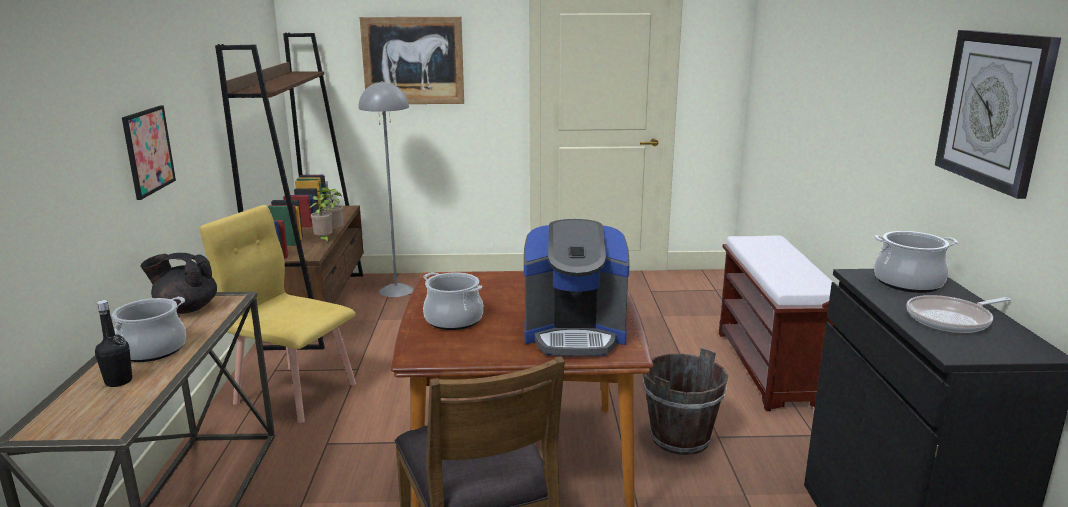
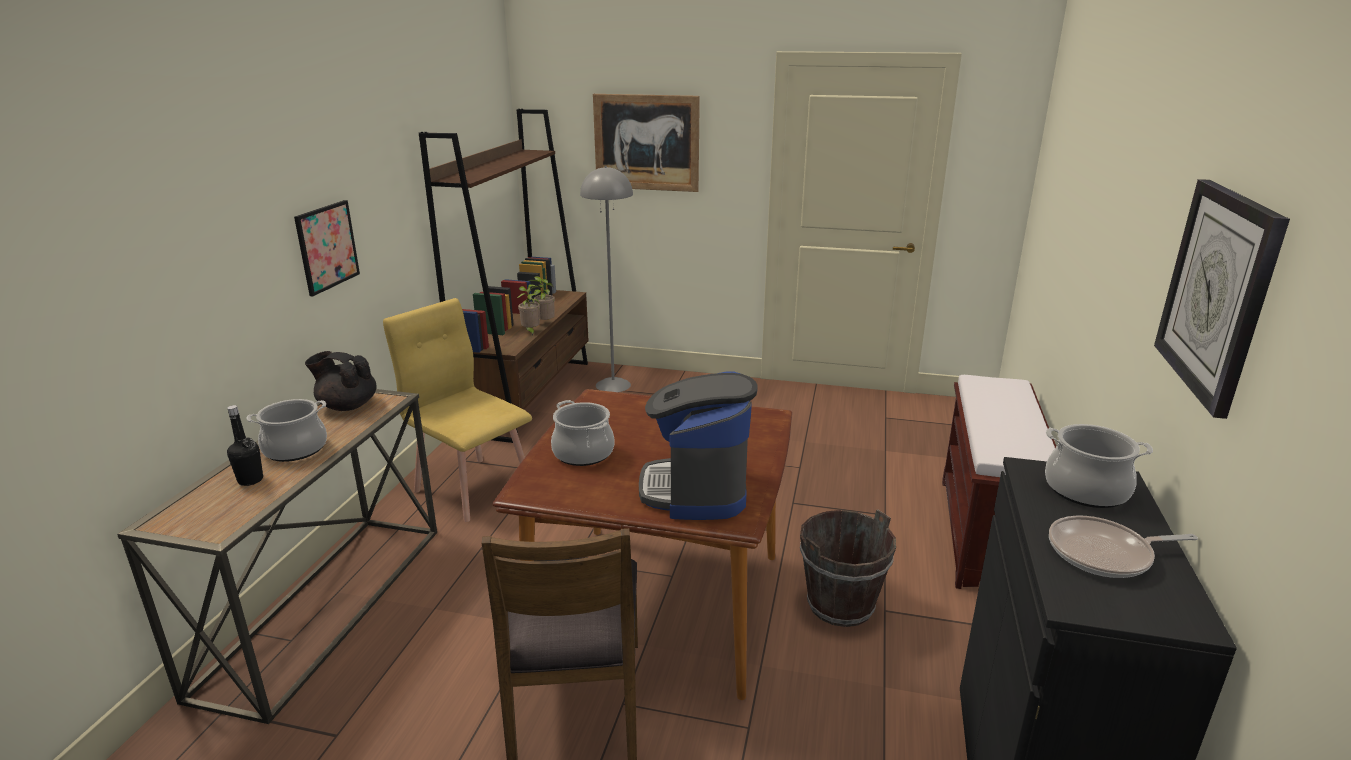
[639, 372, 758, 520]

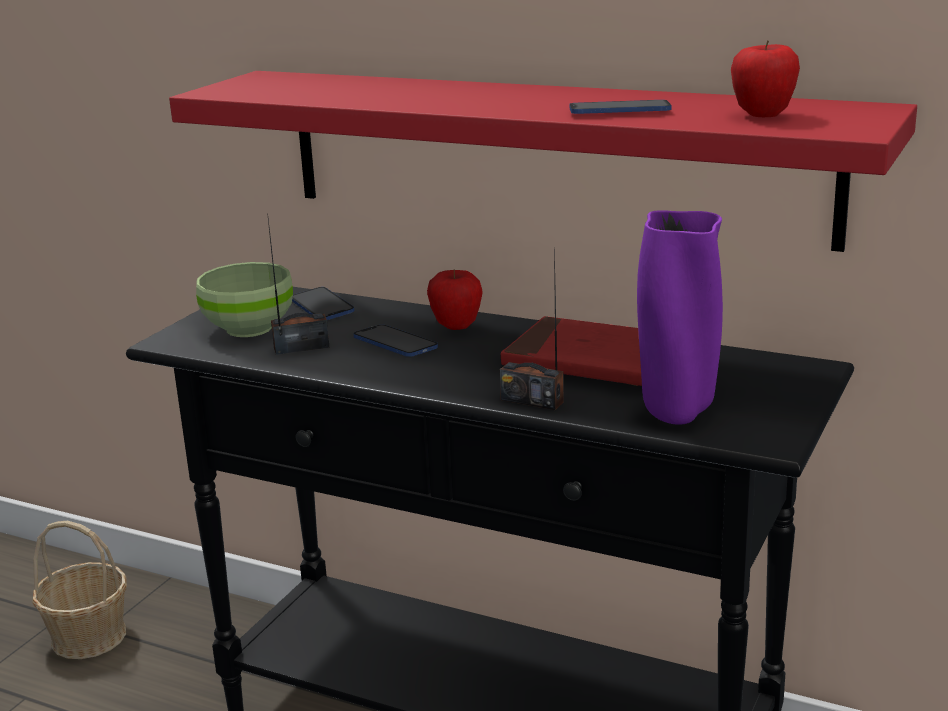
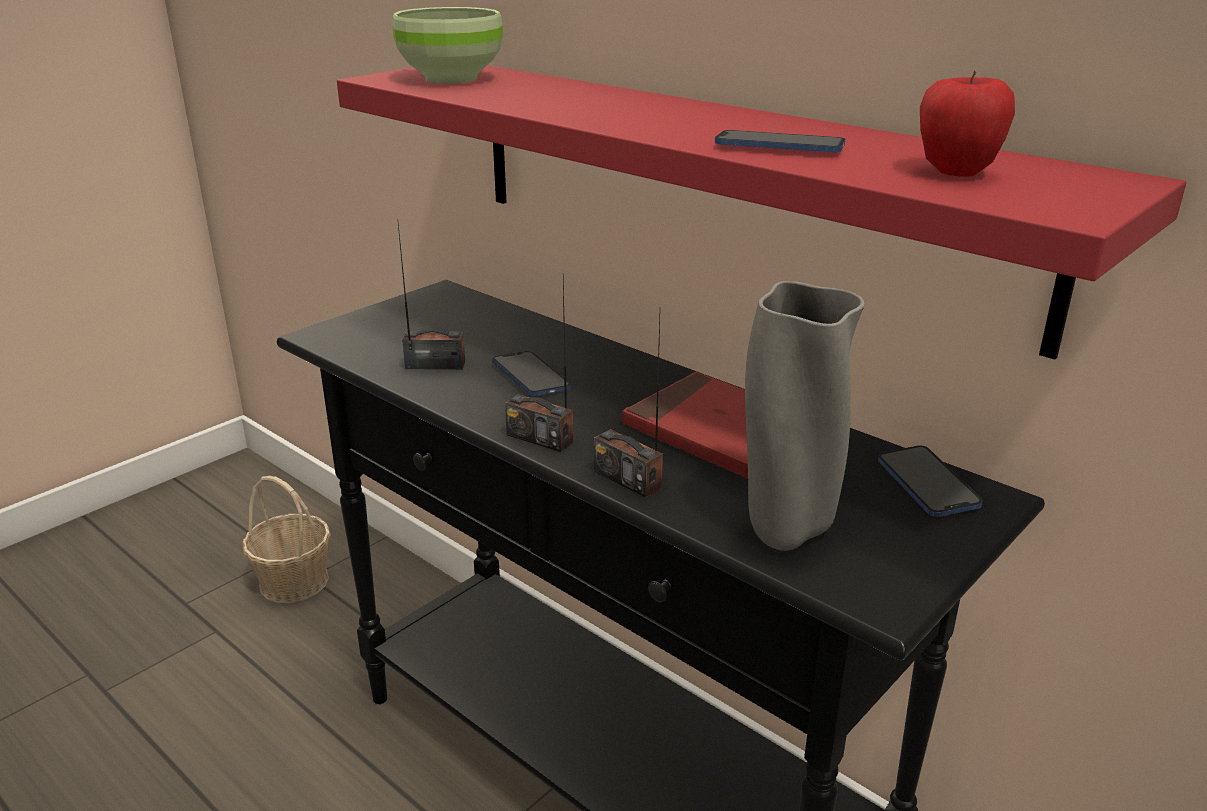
[392, 7, 503, 83]
[505, 280, 573, 452]
[745, 281, 865, 551]
[878, 445, 982, 517]
[427, 270, 483, 330] (first image)

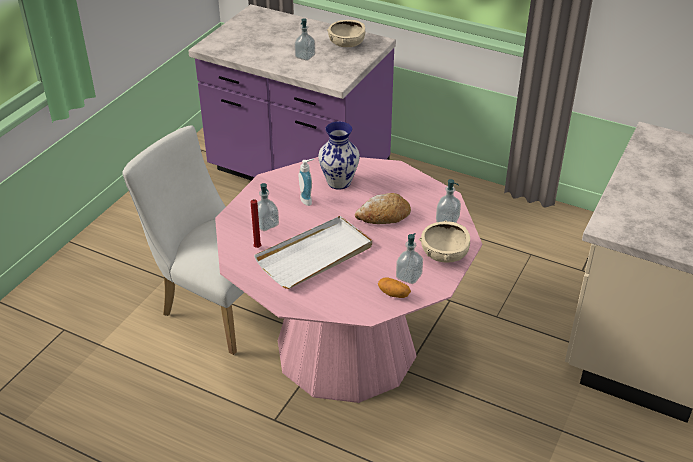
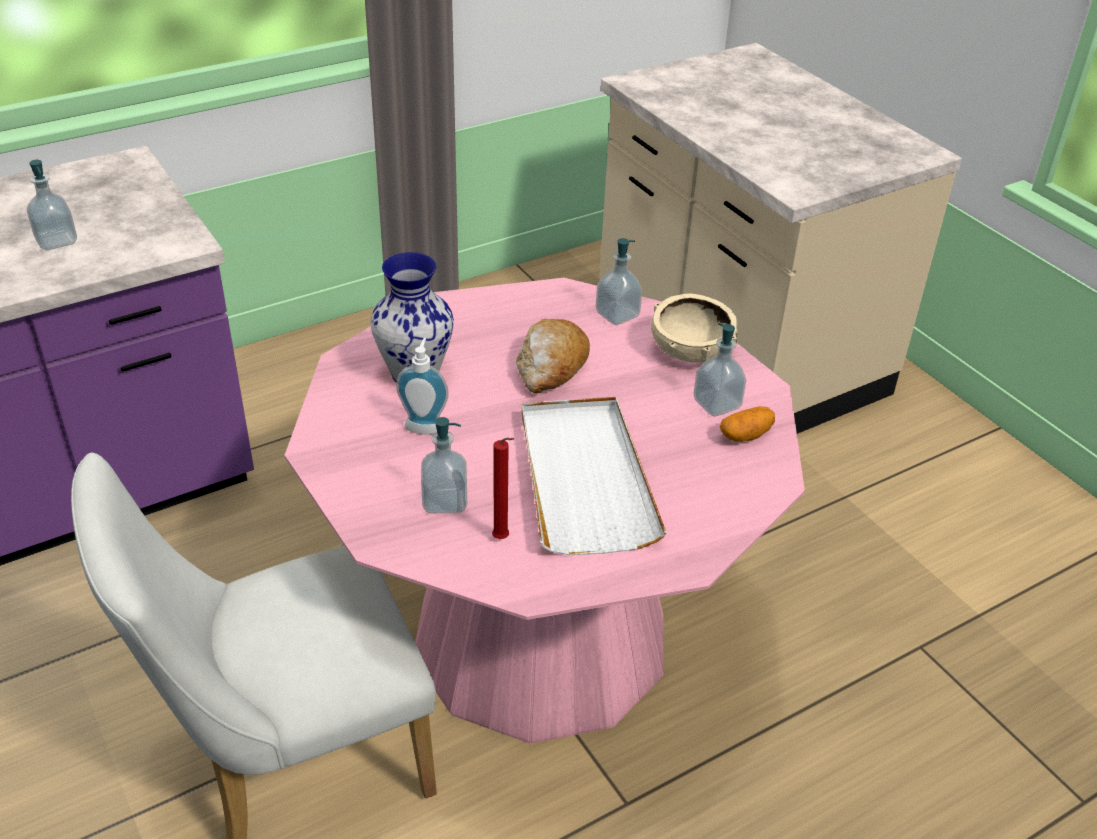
[327, 20, 366, 47] (first image)

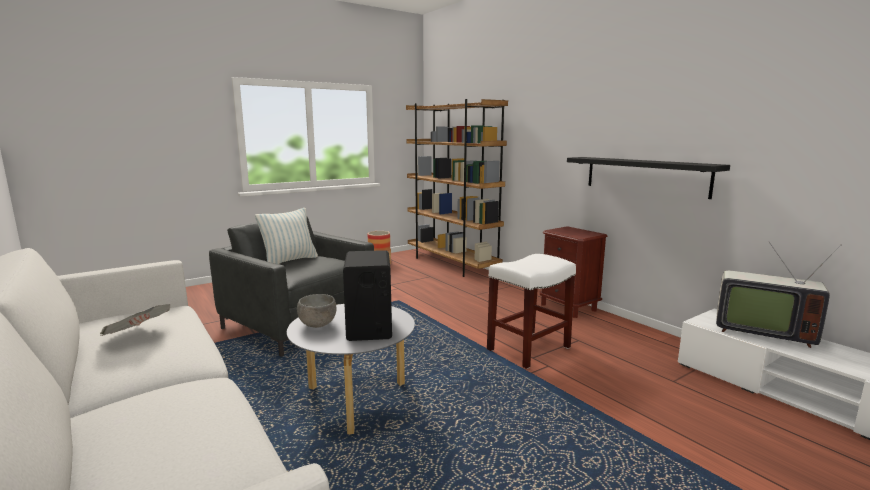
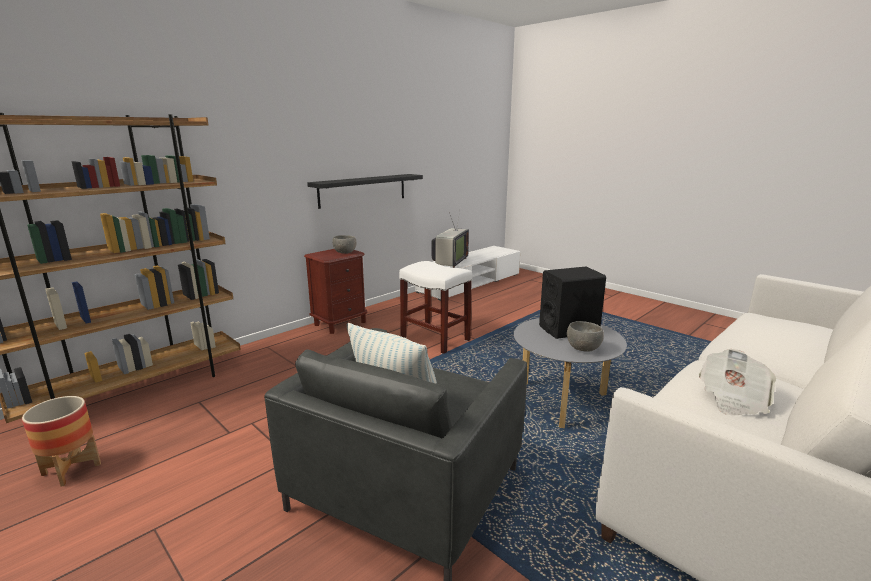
[332, 235, 356, 254]

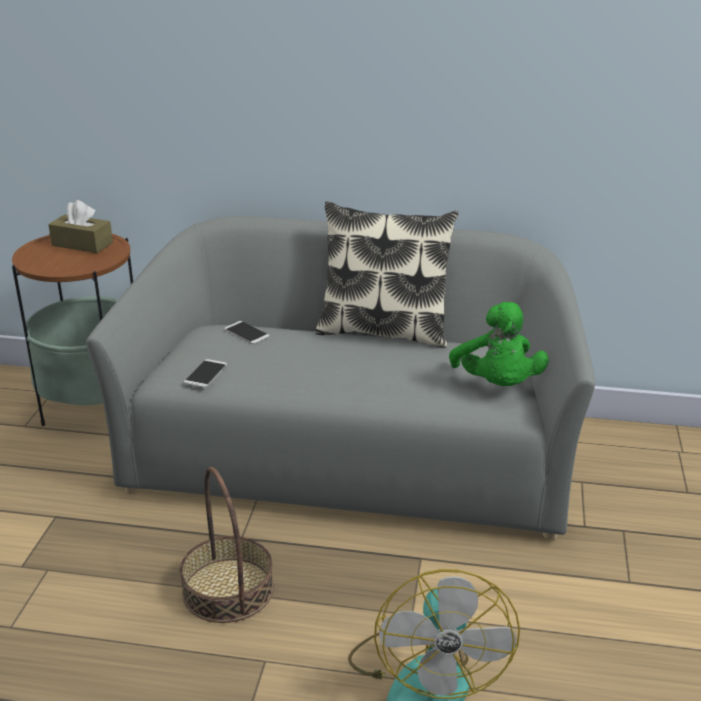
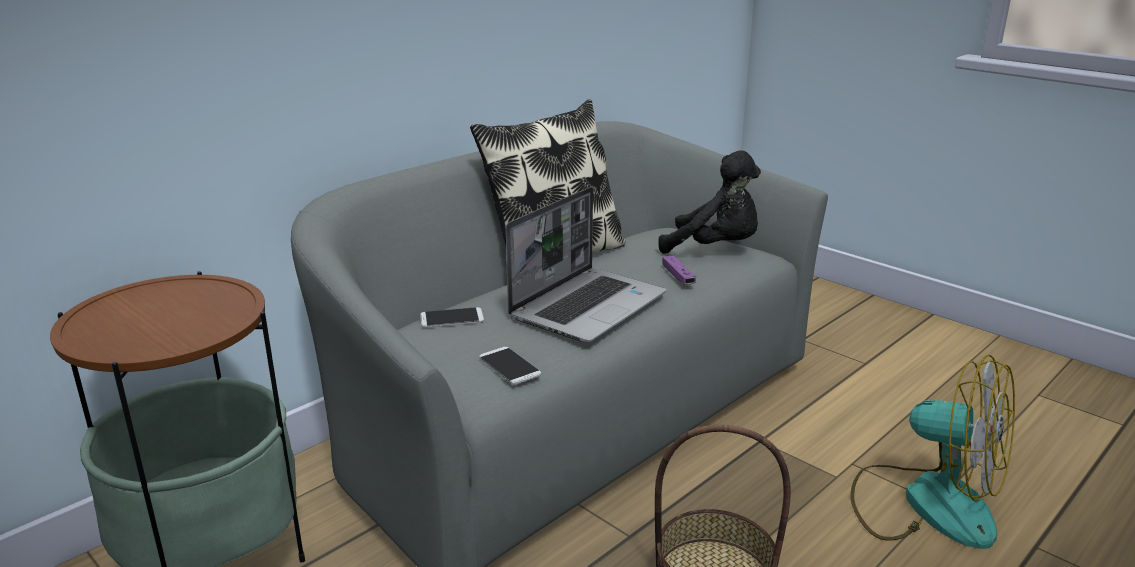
[506, 187, 666, 342]
[658, 150, 761, 254]
[662, 256, 696, 285]
[48, 200, 113, 253] (first image)

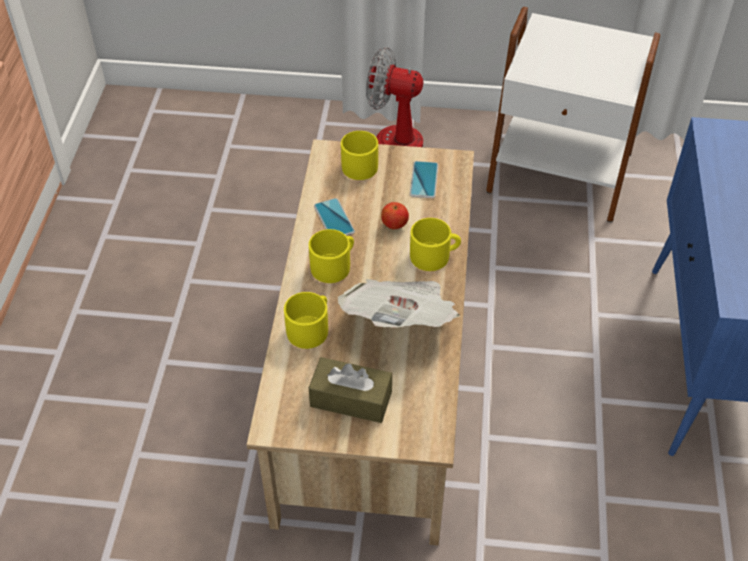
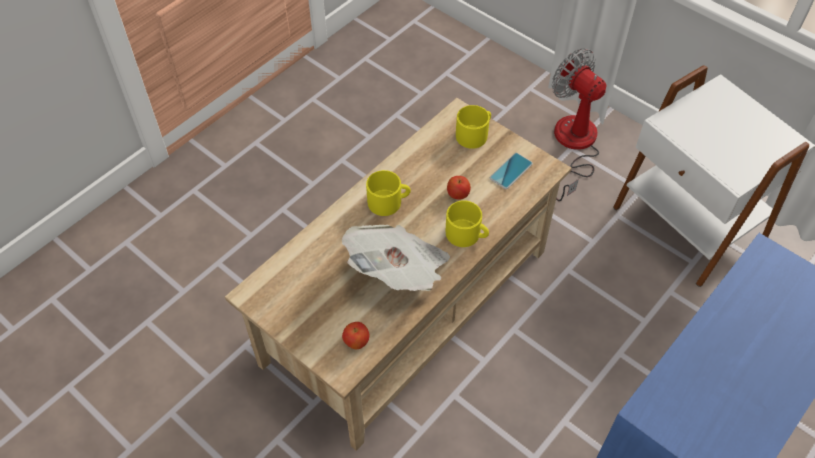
[342, 322, 369, 349]
[284, 292, 328, 349] (first image)
[309, 357, 392, 423] (first image)
[314, 198, 355, 236] (first image)

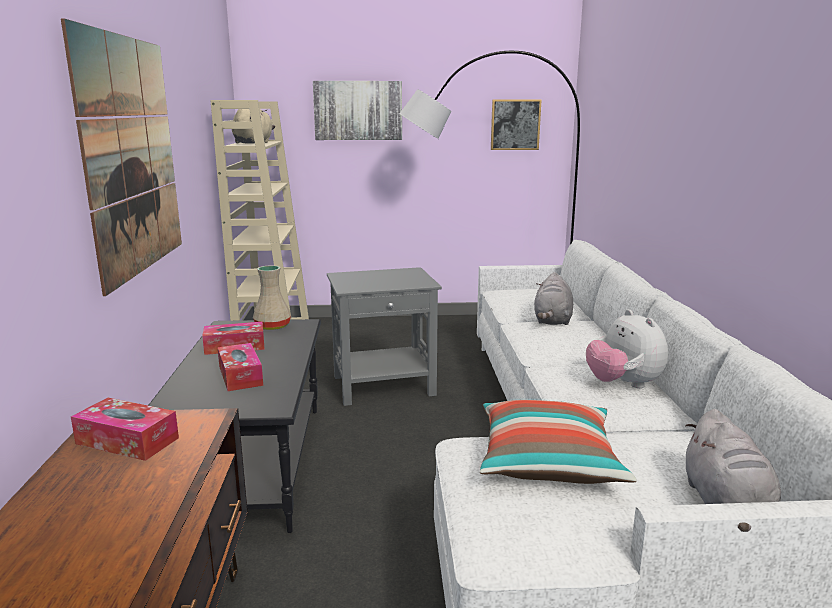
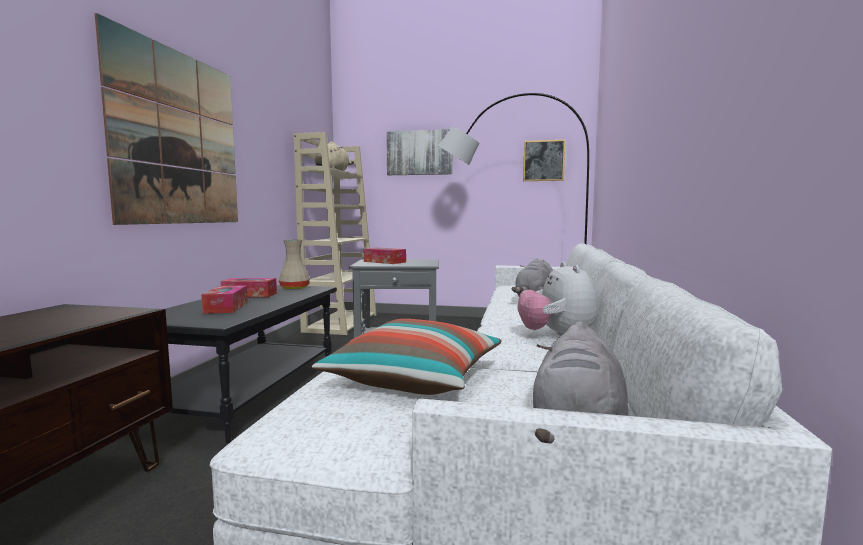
[364, 248, 406, 264]

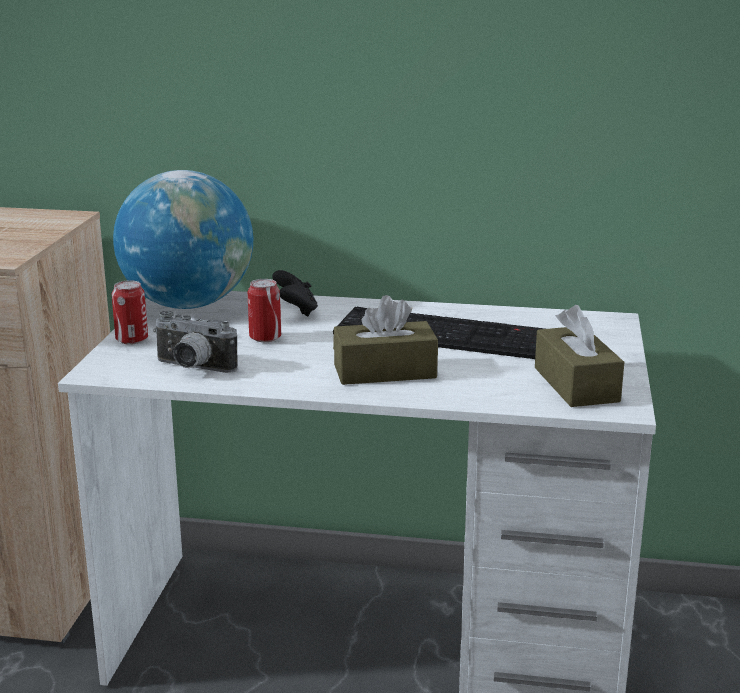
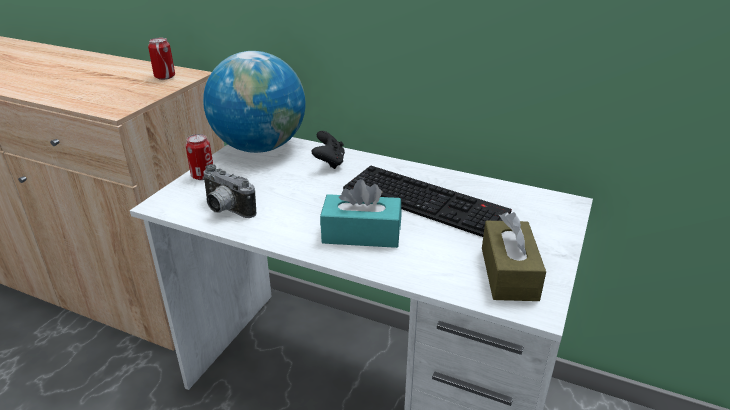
[148, 38, 175, 80]
[320, 179, 402, 248]

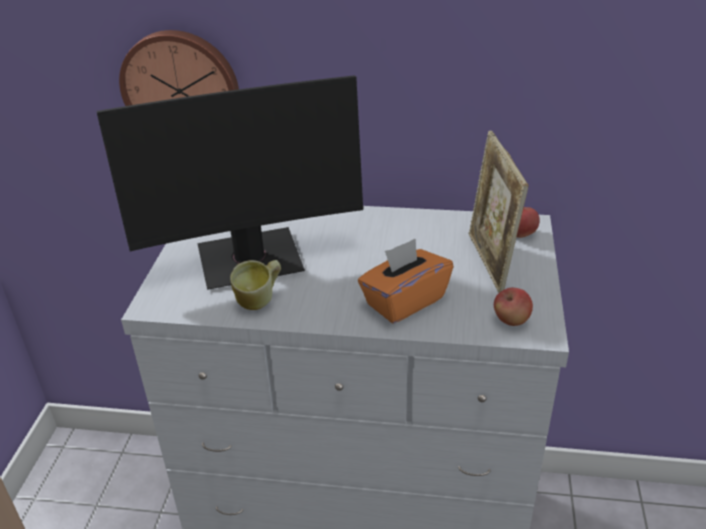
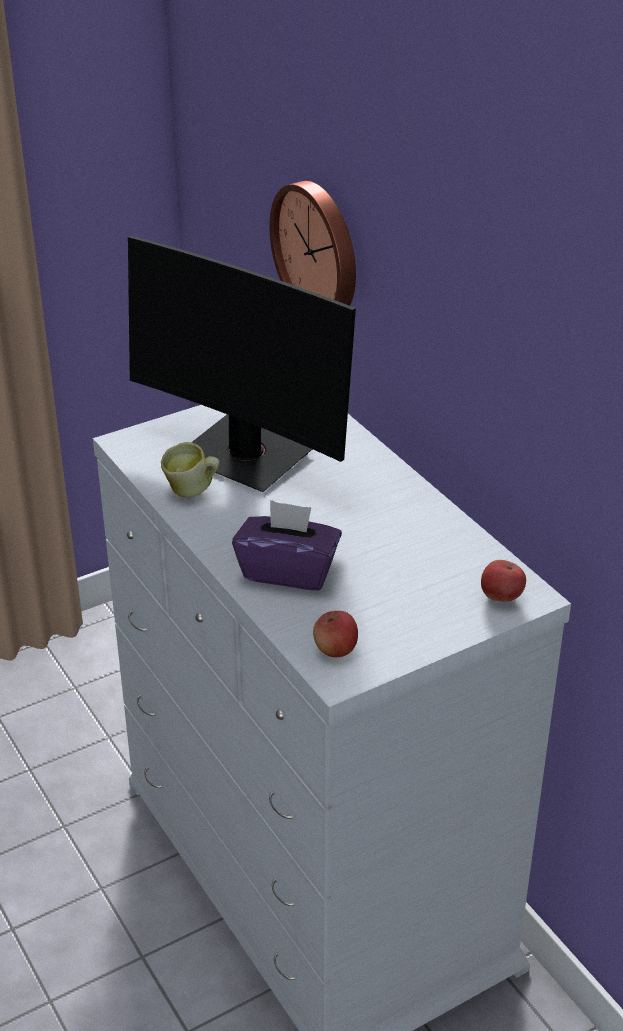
[232, 500, 342, 590]
[469, 131, 529, 293] (first image)

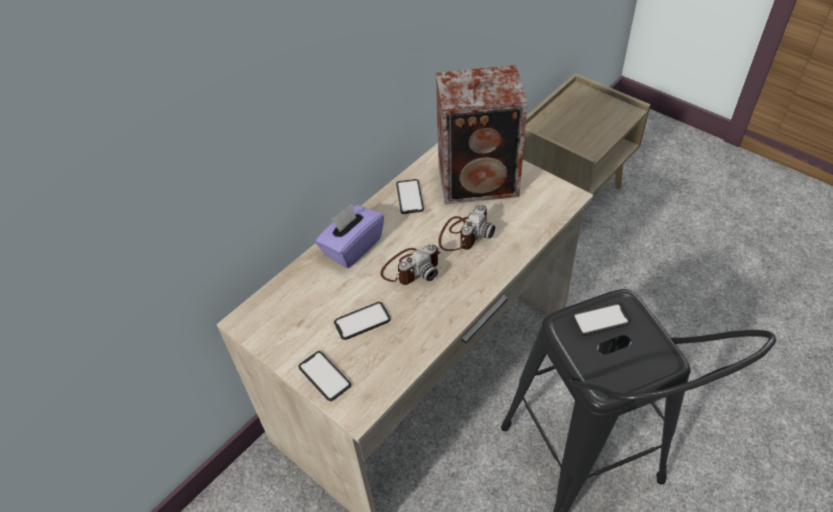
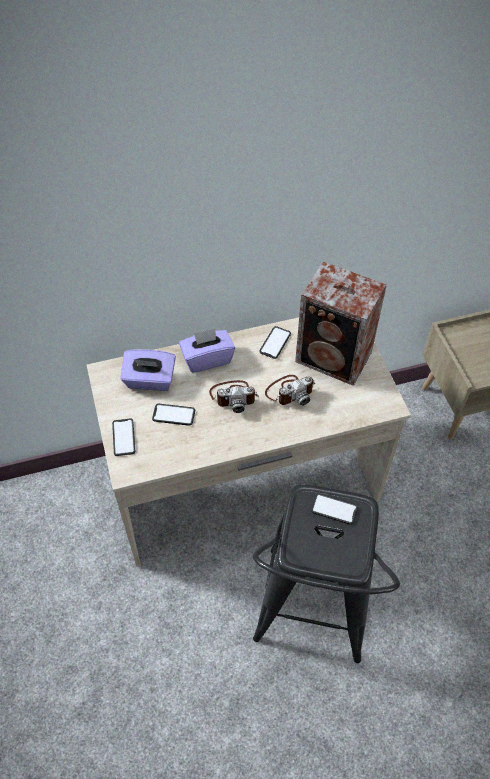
[120, 349, 176, 391]

